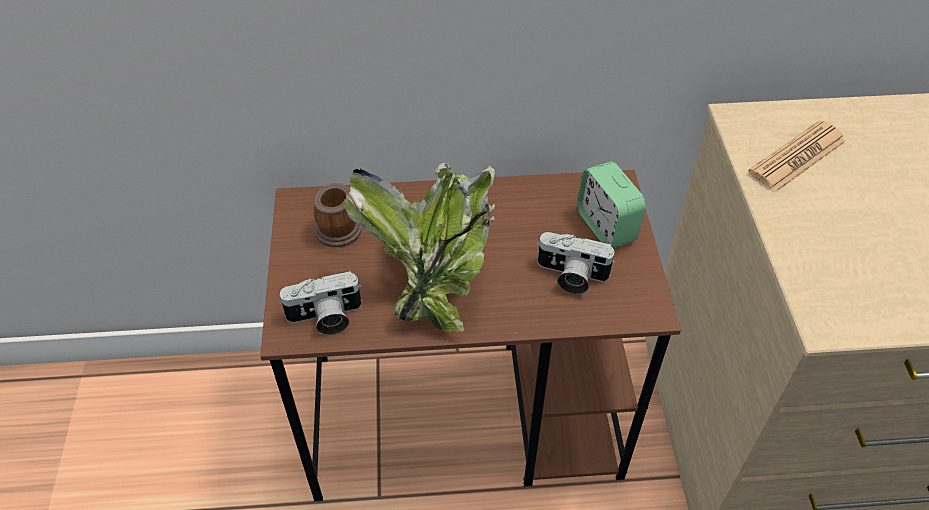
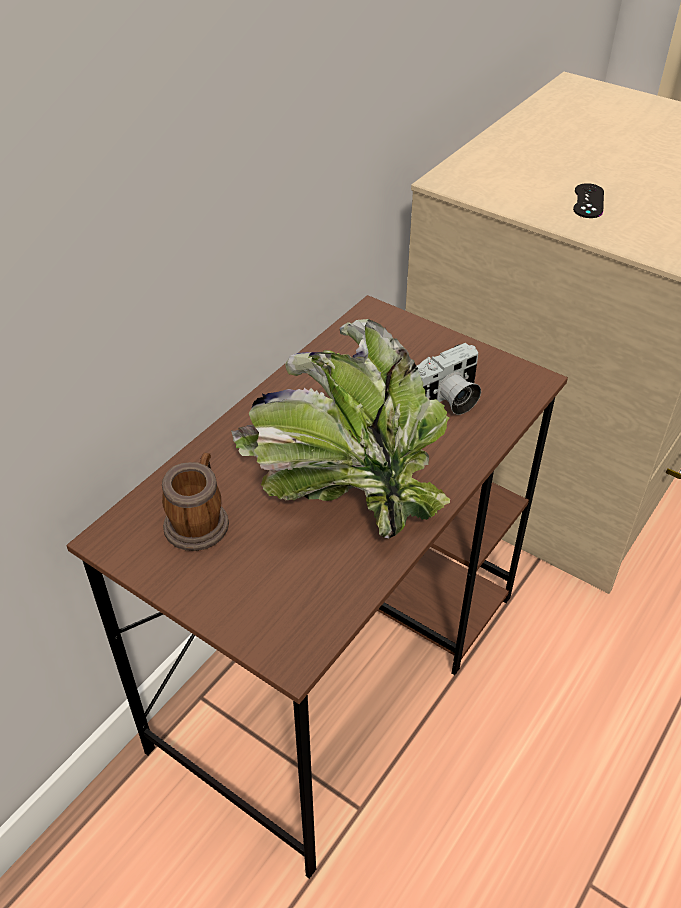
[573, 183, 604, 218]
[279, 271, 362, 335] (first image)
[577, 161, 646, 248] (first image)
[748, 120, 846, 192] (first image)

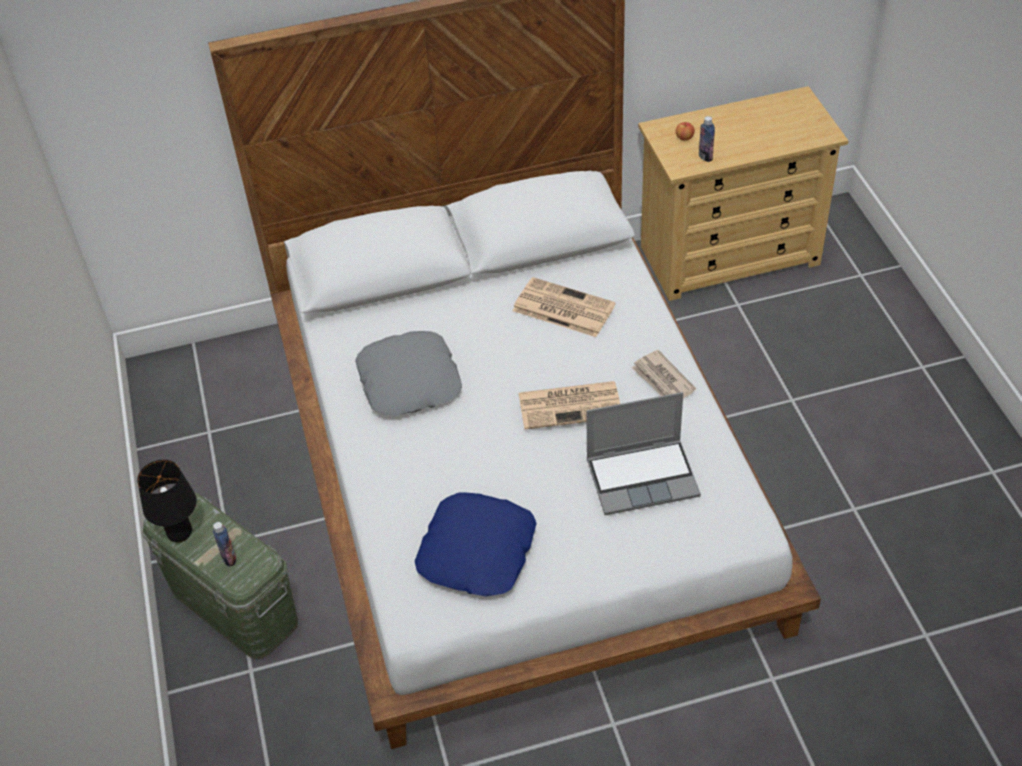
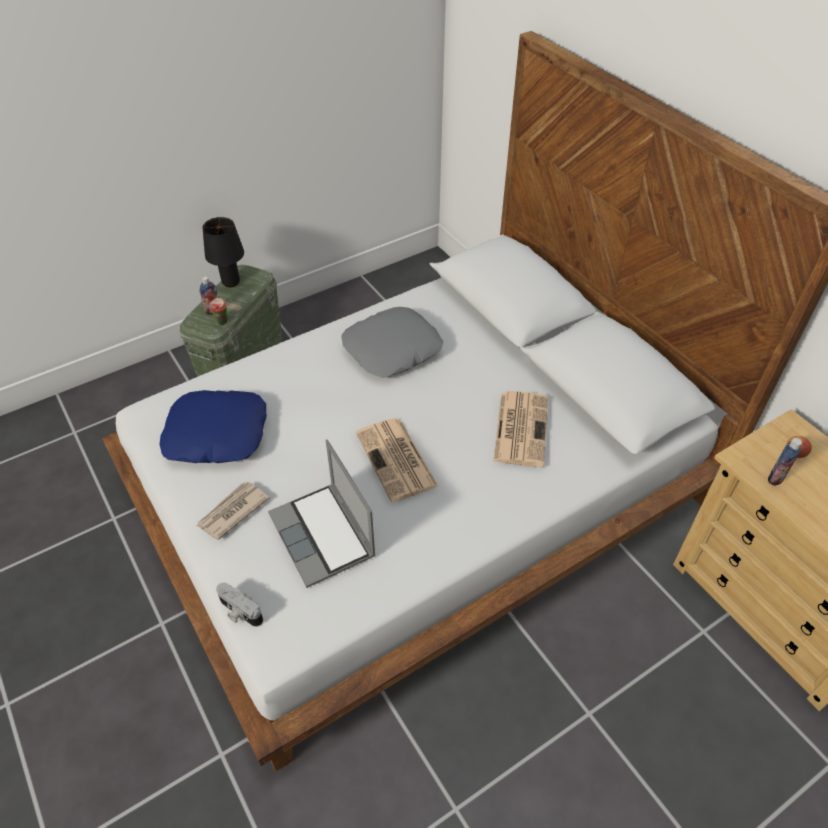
[197, 482, 269, 540]
[210, 298, 228, 325]
[216, 583, 263, 627]

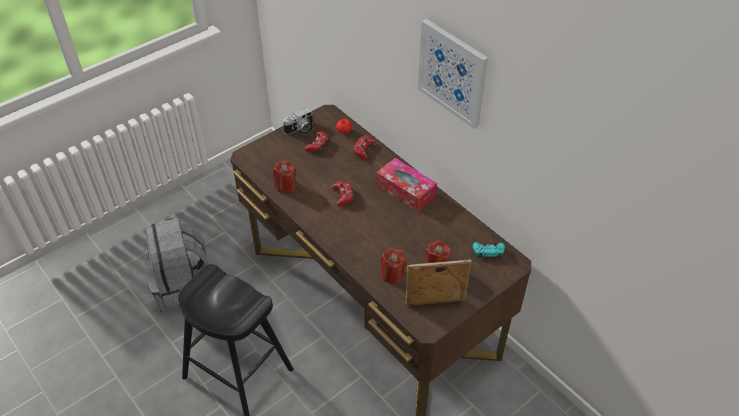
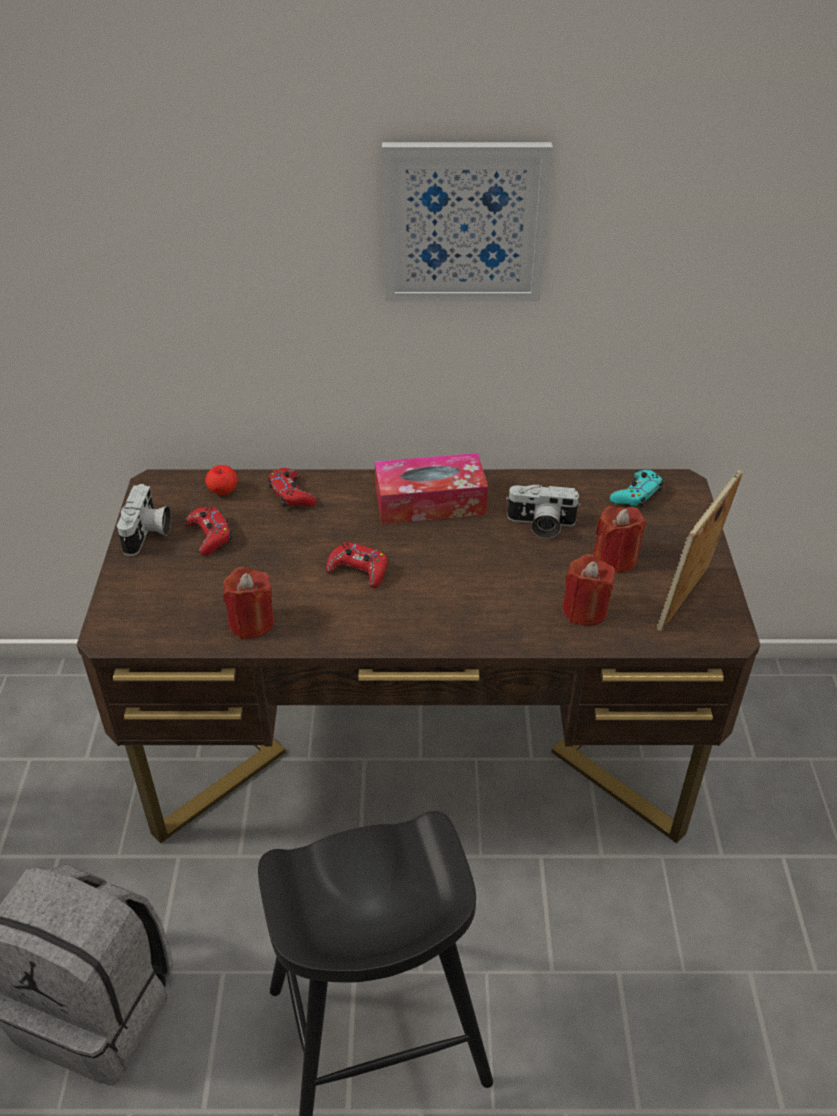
[506, 484, 581, 538]

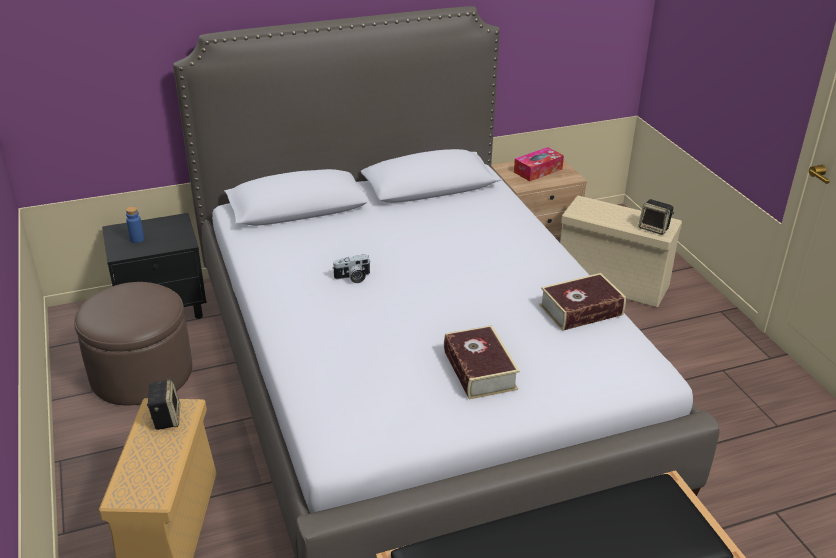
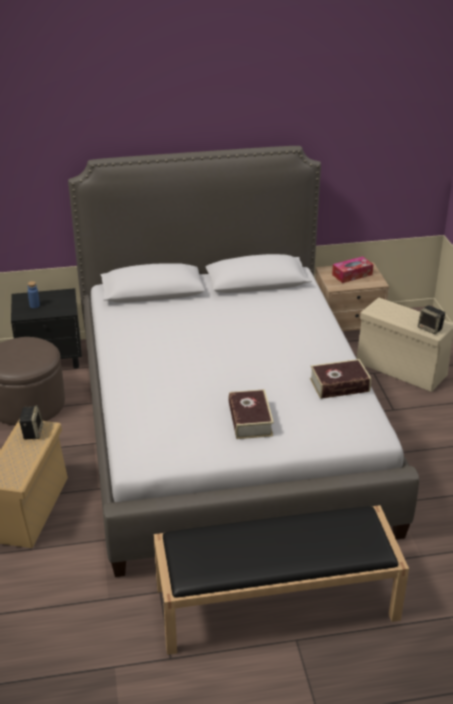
[332, 254, 371, 283] (first image)

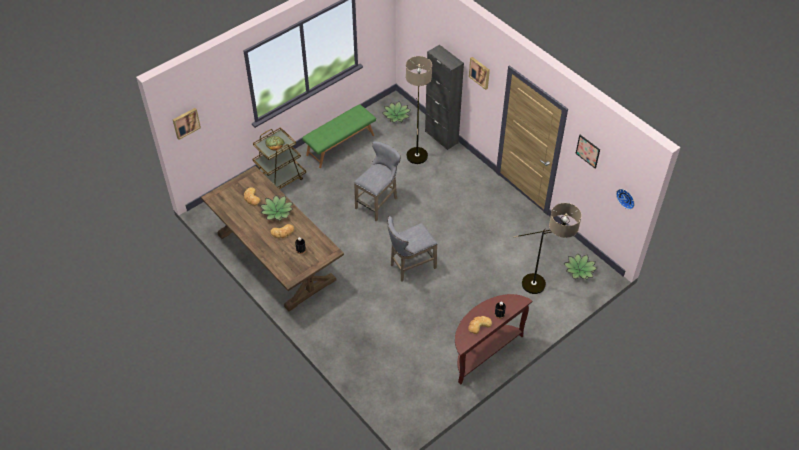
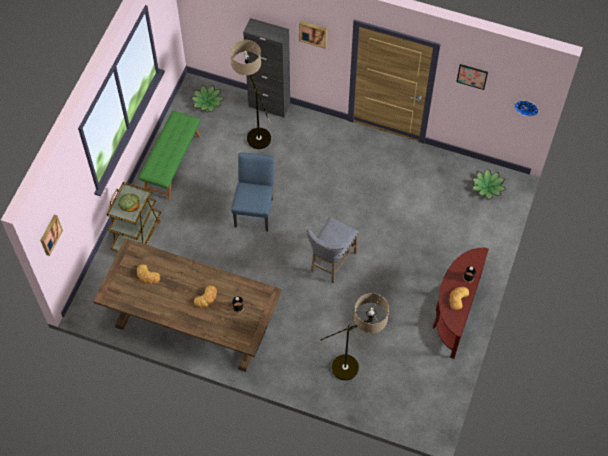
[231, 153, 274, 231]
[315, 293, 389, 381]
[260, 195, 293, 221] (first image)

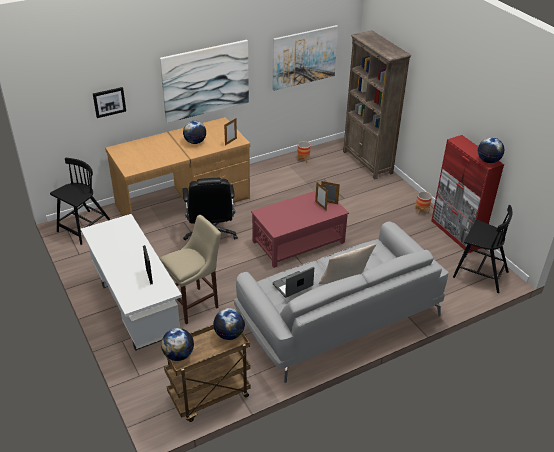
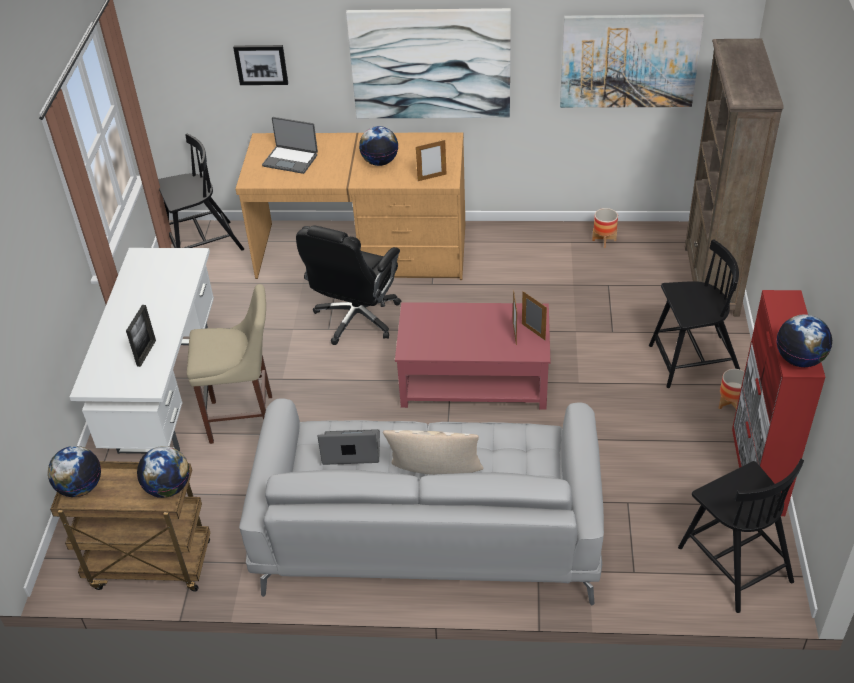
[262, 117, 318, 174]
[649, 239, 740, 388]

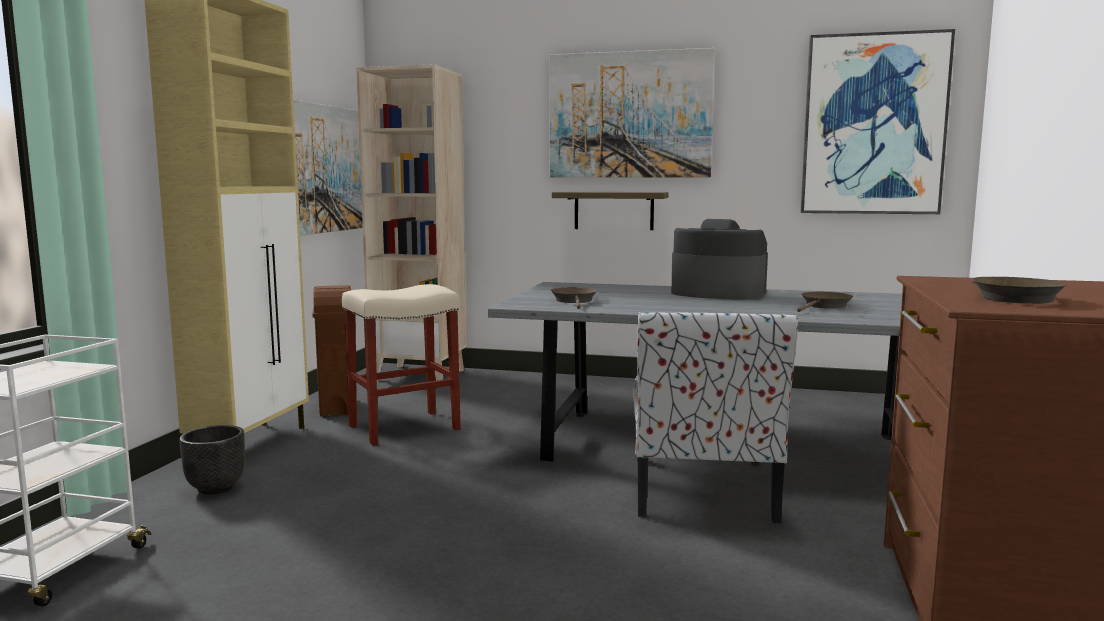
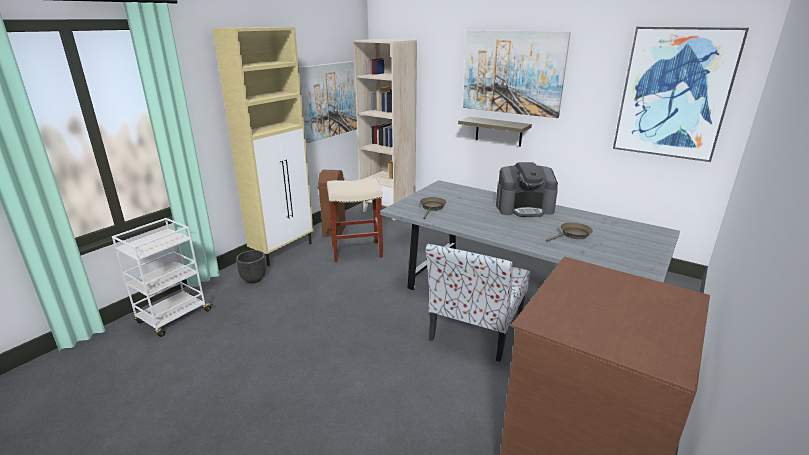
[496, 162, 558, 217]
[971, 277, 1068, 304] (first image)

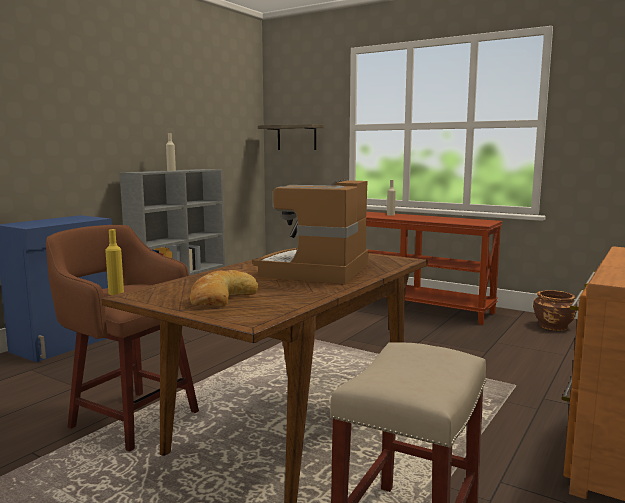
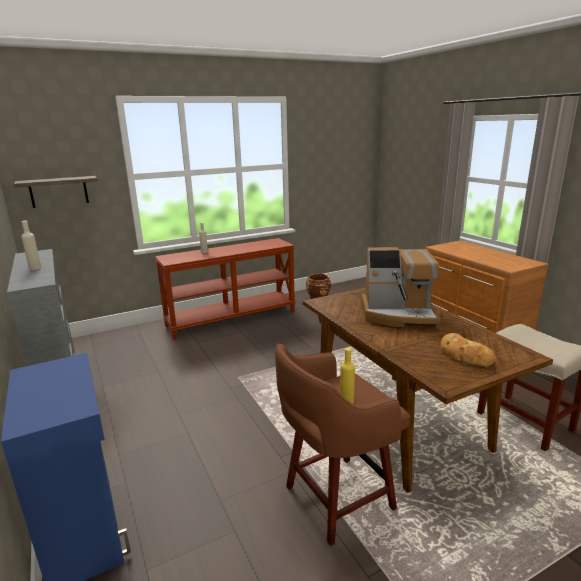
[361, 247, 441, 329]

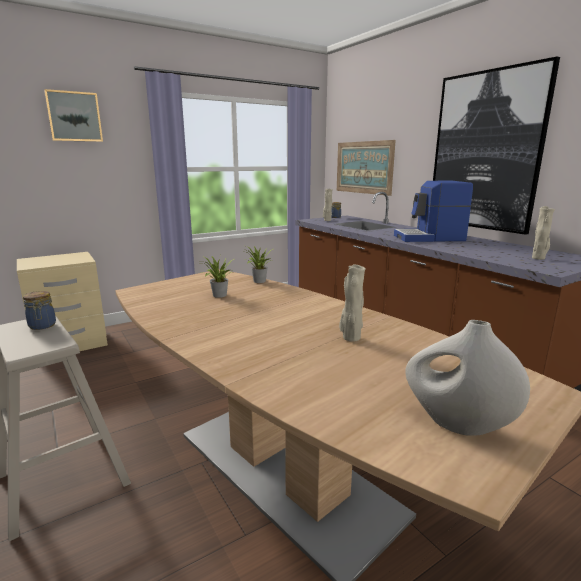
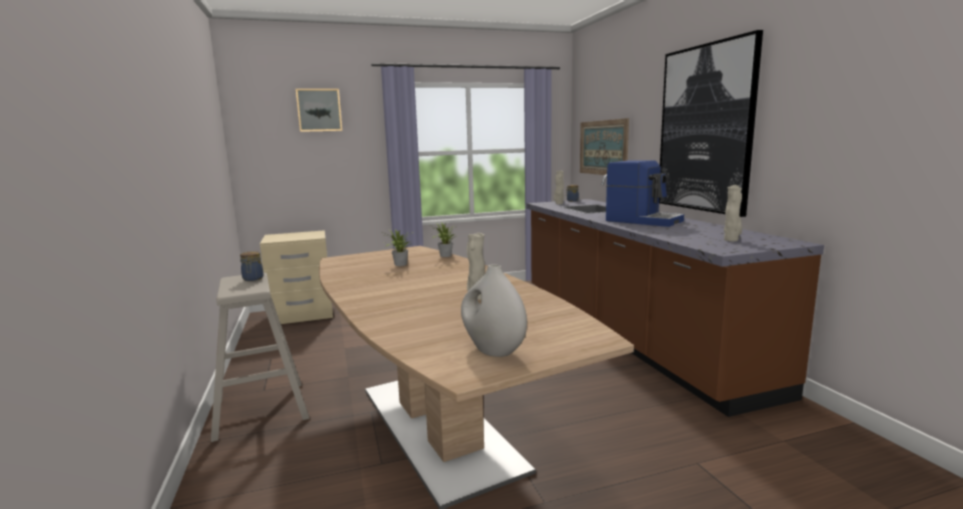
[606, 160, 684, 227]

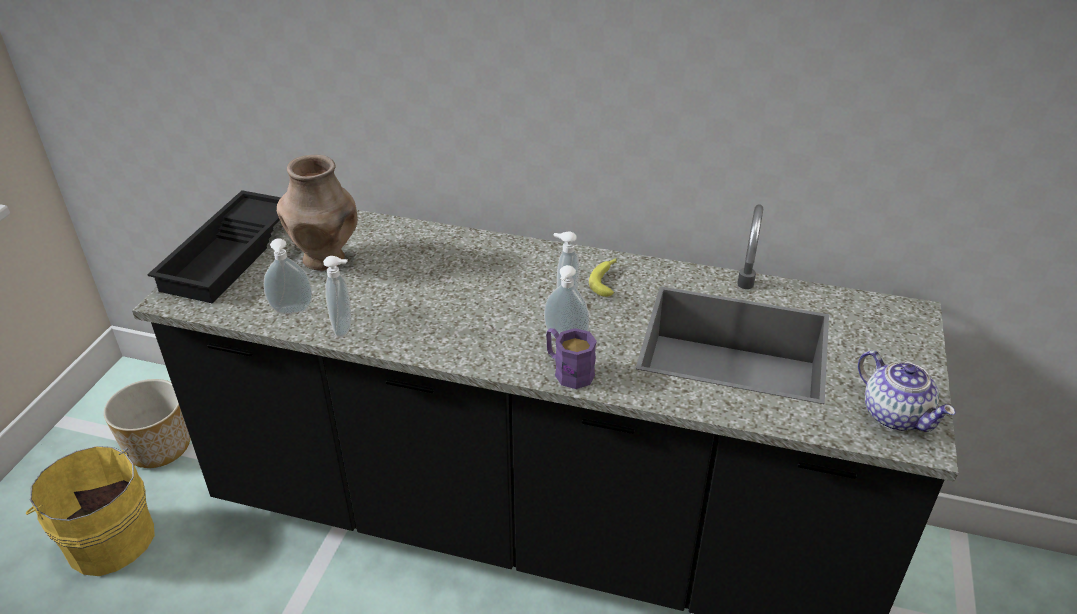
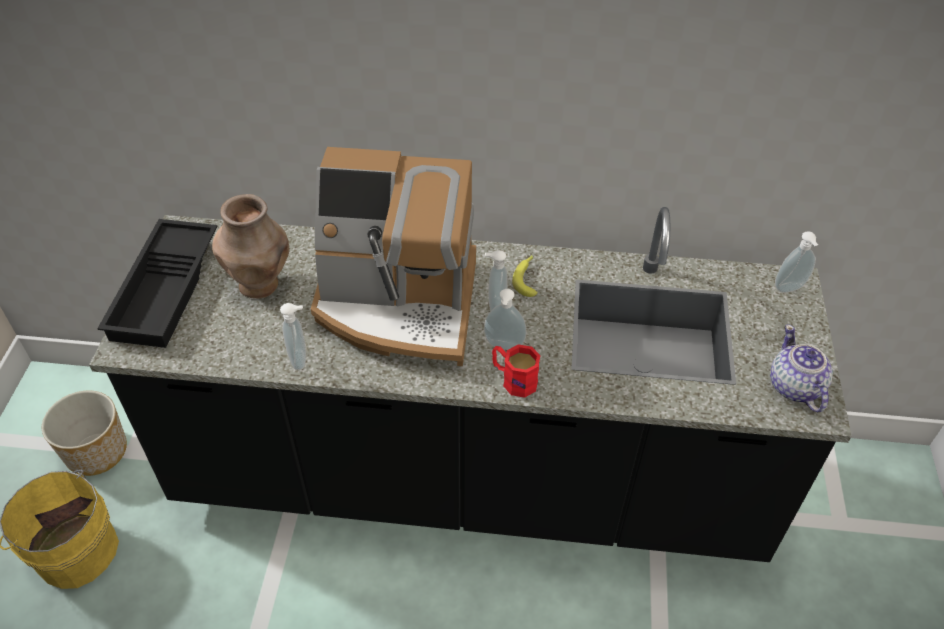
[311, 147, 476, 366]
[492, 344, 540, 398]
[770, 324, 833, 412]
[775, 231, 818, 293]

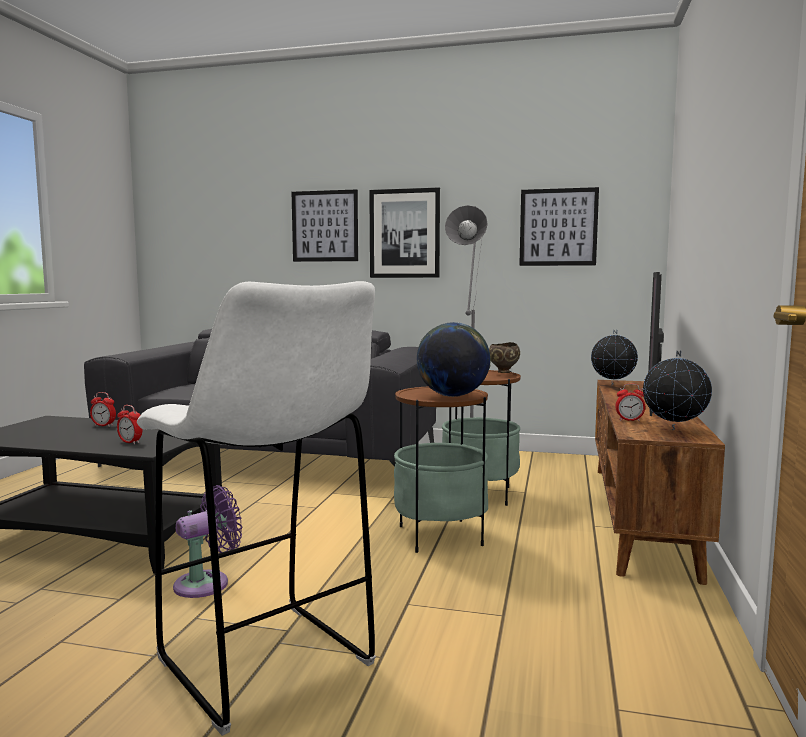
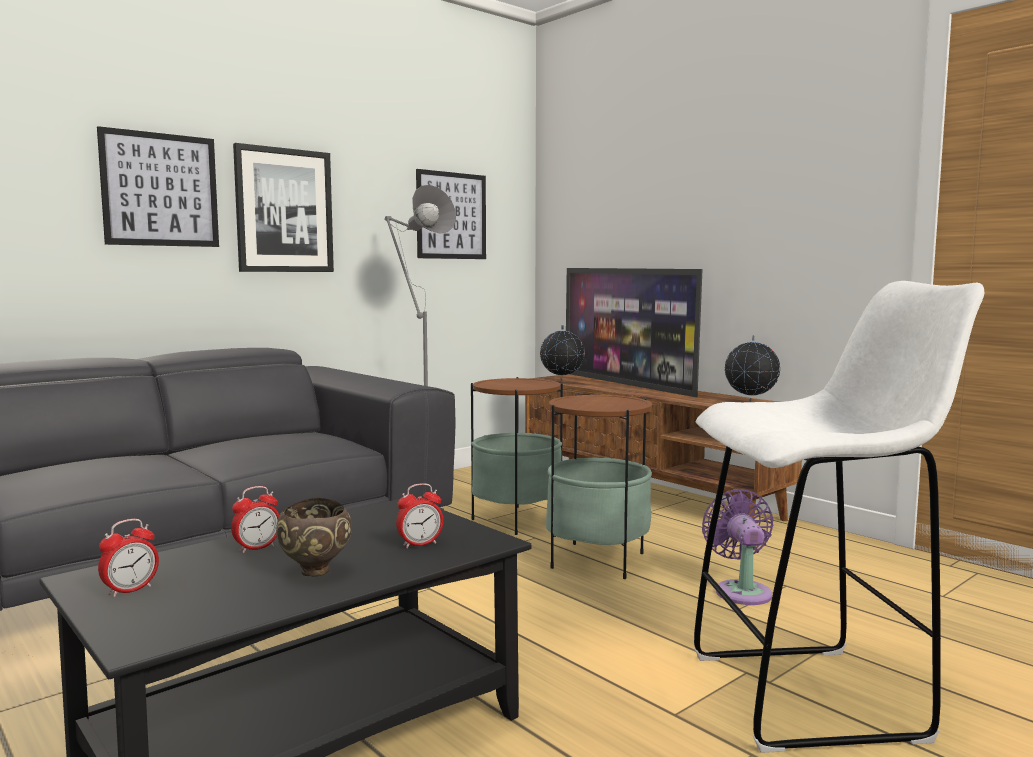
[98, 519, 159, 598]
[276, 498, 352, 577]
[702, 489, 774, 605]
[417, 322, 491, 397] (first image)

